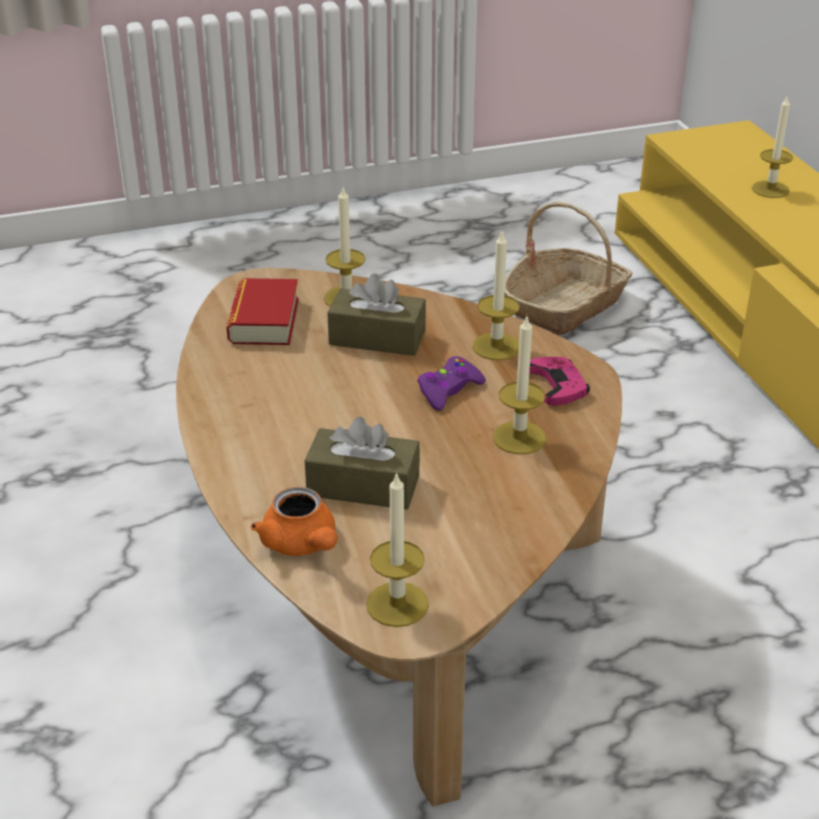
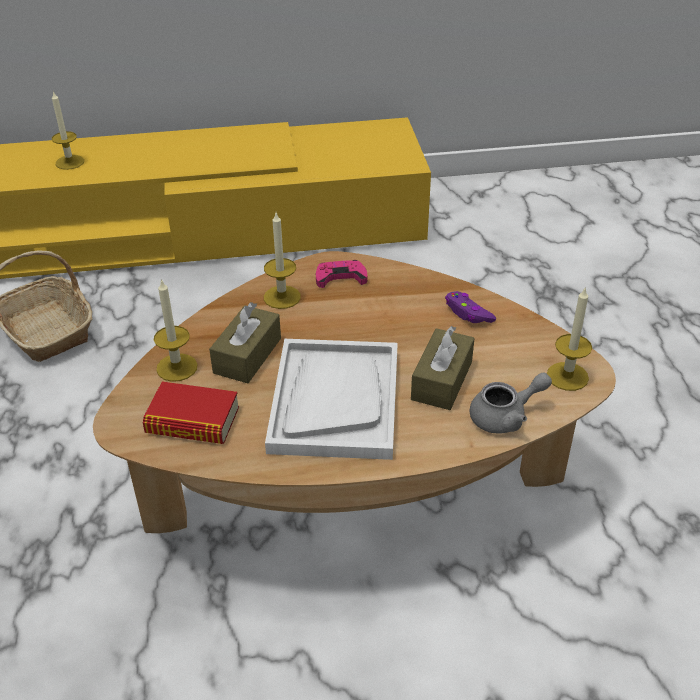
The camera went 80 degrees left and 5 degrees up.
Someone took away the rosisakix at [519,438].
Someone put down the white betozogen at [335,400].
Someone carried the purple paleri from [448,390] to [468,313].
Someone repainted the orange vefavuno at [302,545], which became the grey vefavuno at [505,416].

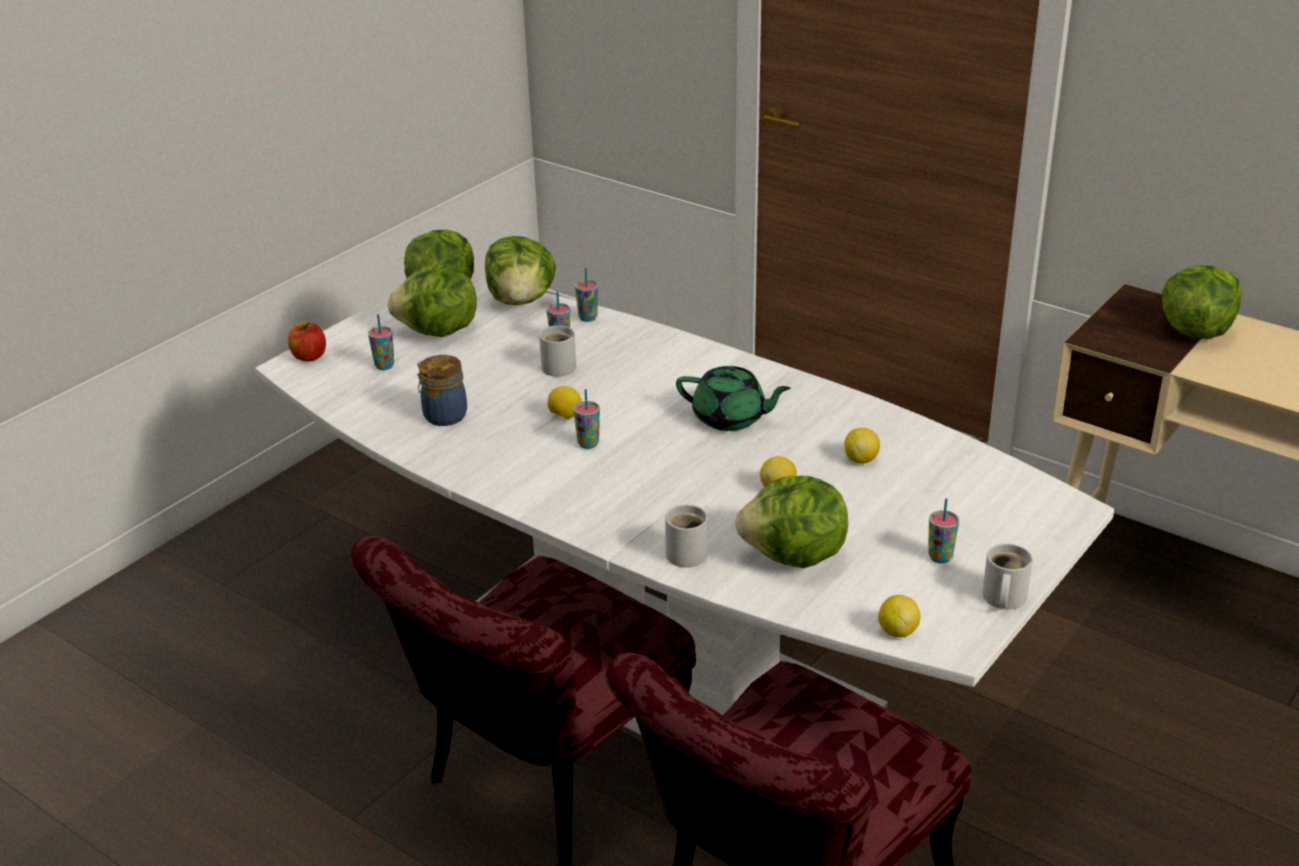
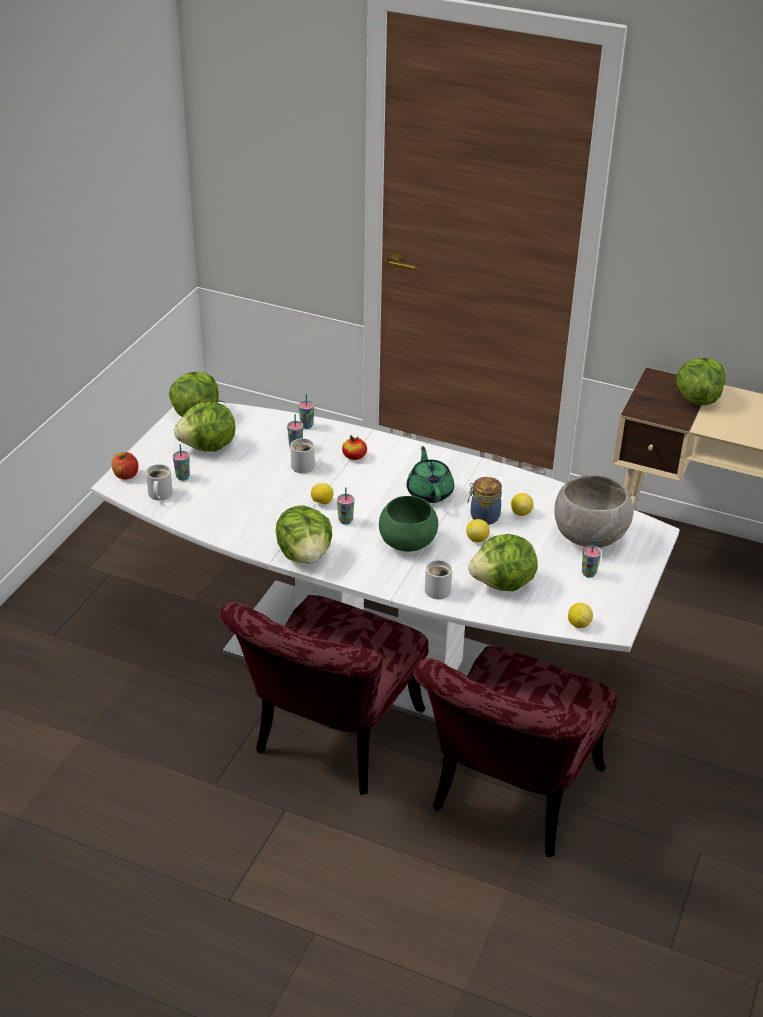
The camera went 15 degrees left and 5 degrees up.
Someone put down the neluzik at [354,456].
Someone put down the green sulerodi at [406,542].
Someone put down the grey sulerodi at [590,537].
Someone carried the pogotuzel from [443,415] to [483,516].
Someone carried the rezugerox from [521,300] to [305,555].
Someone carried the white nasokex from [1002,598] to [159,494].
Someone rotated the green vefavuno at [730,418] by 105 degrees counterclockwise.

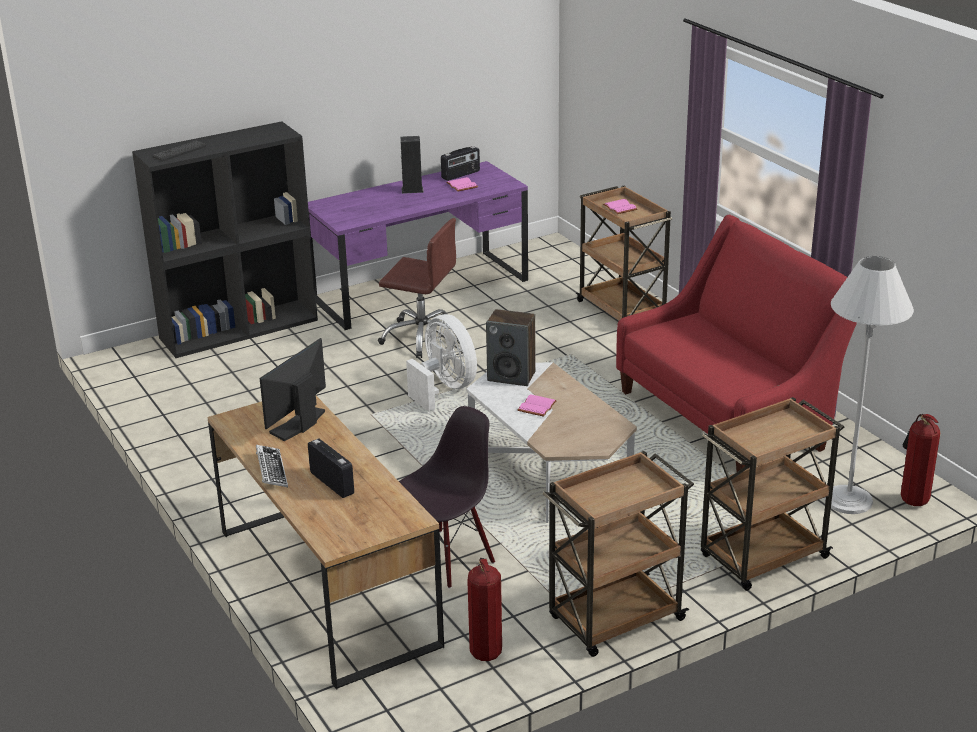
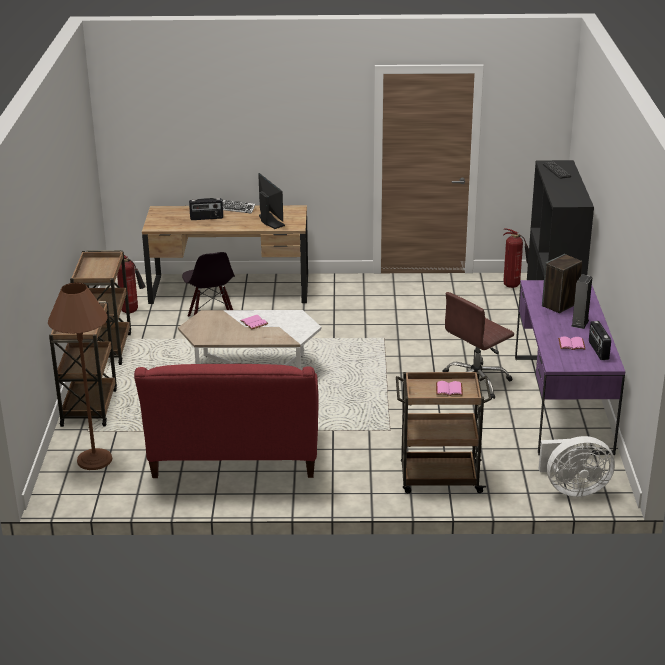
The camera went 120 degrees right and 0 degrees up.
Someone carried the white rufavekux from [444,389] to [573,489].
Someone carried the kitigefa from [512,376] to [560,305].
Someone carried the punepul from [912,500] to [513,286].
Someone repainted the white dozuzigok at [848,500], which became the brown dozuzigok at [94,460].

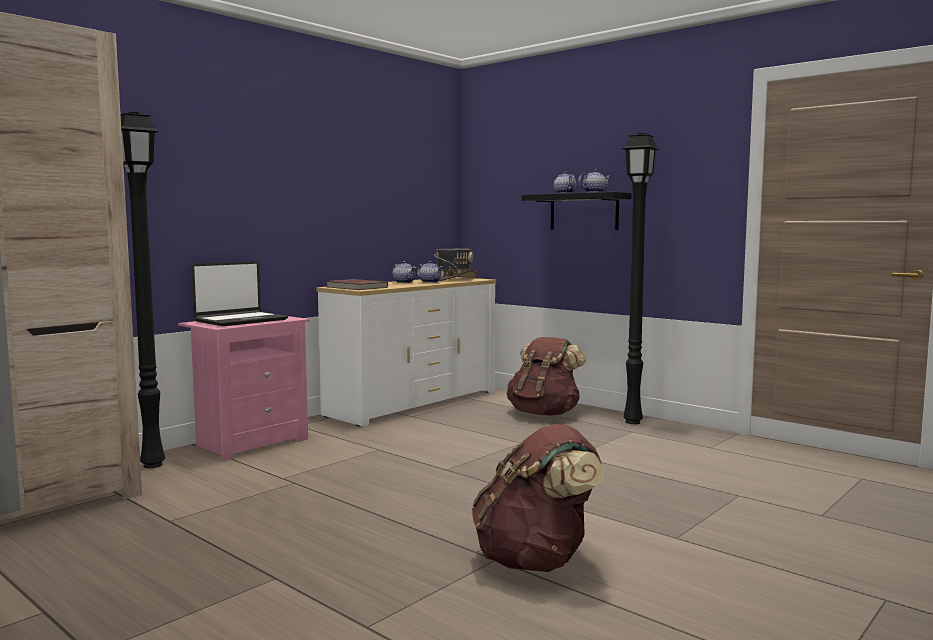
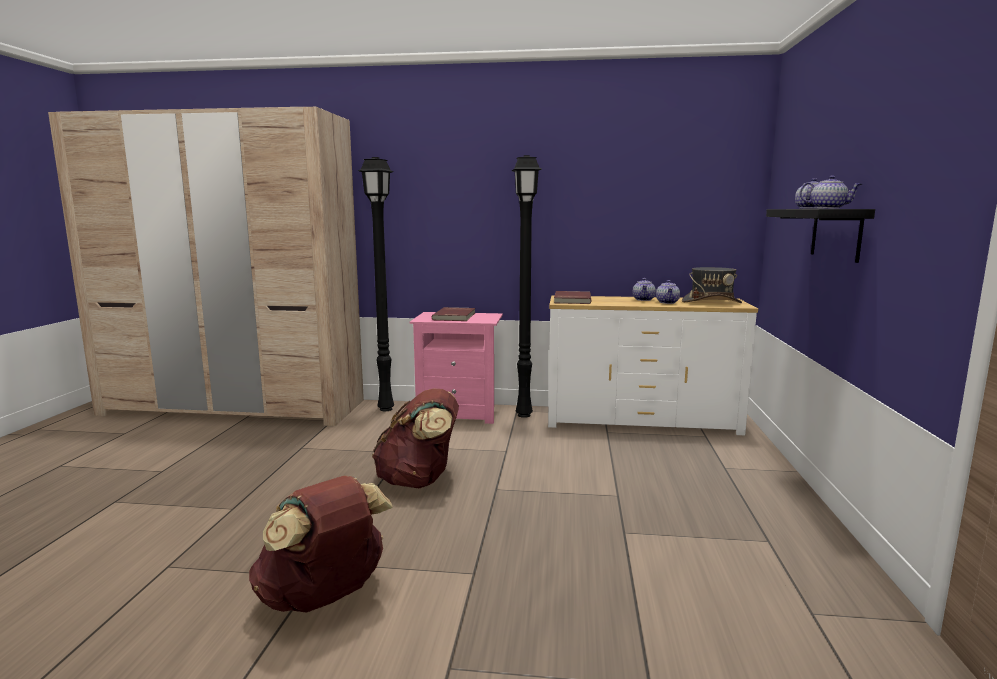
The camera went 55 degrees right and 5 degrees up.
Someone carried the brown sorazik from [544,414] to [419,480].
Someone carried the black dozuzigok from [633,422] to [523,415].
Someone swapped the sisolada at [240,320] for the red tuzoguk at [455,316].

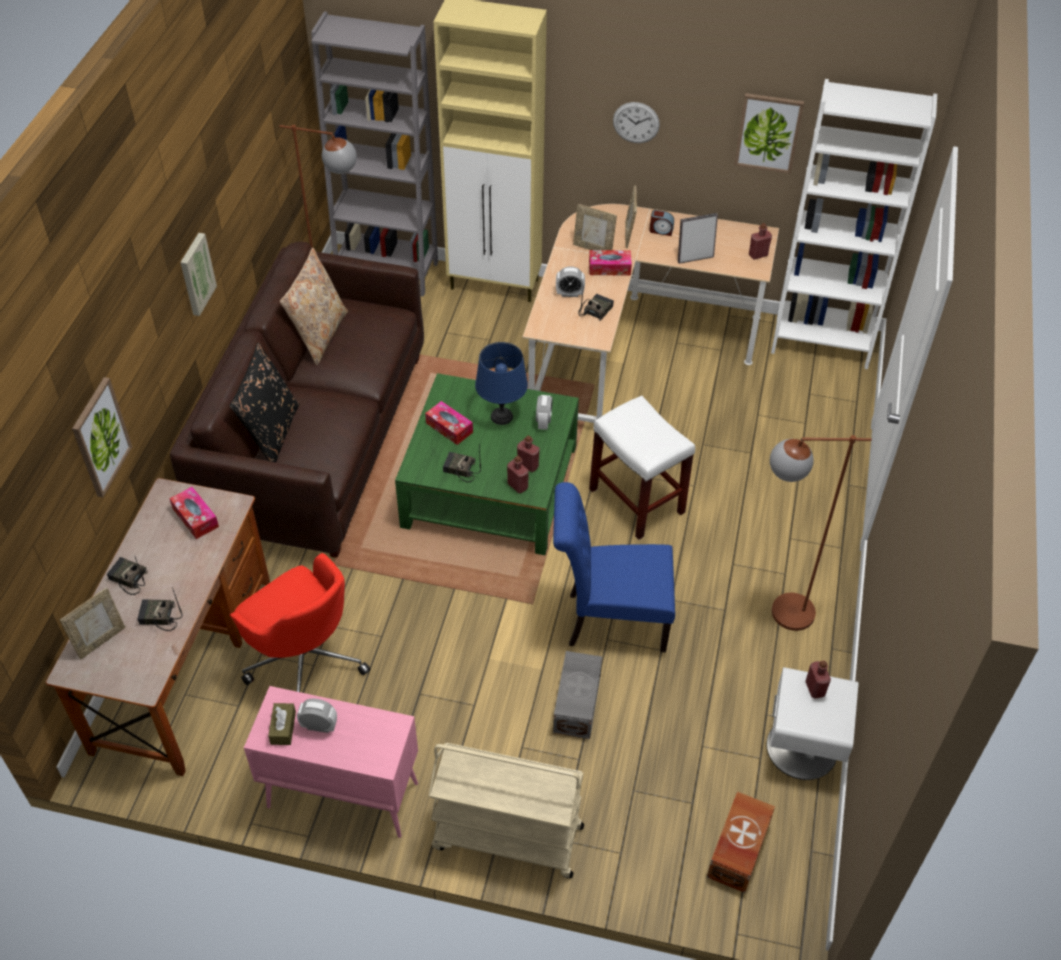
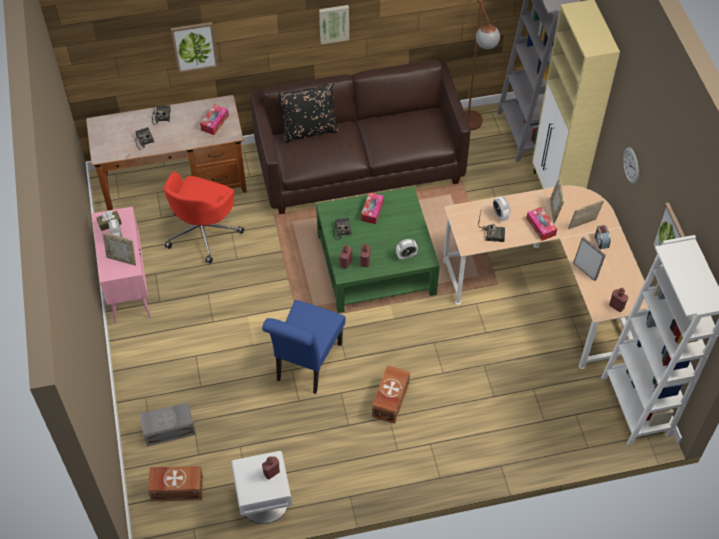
The camera went 65 degrees right and 5 degrees up.
Someone took away the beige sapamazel at [319,334].
Someone took away the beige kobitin at [506,838].
Someone took away the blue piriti at [502,416].
Someone took away the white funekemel at [635,500].
Someone took away the brown dozuzigok at [777,613].
Someone put down the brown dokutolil at [389,400].
Someone carried the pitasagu from [100,640] to [122,259].
Someone carried the grey dokutolil from [578,703] to [170,430].
Someone rotated the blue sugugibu at [609,620] by 135 degrees counterclockwise.

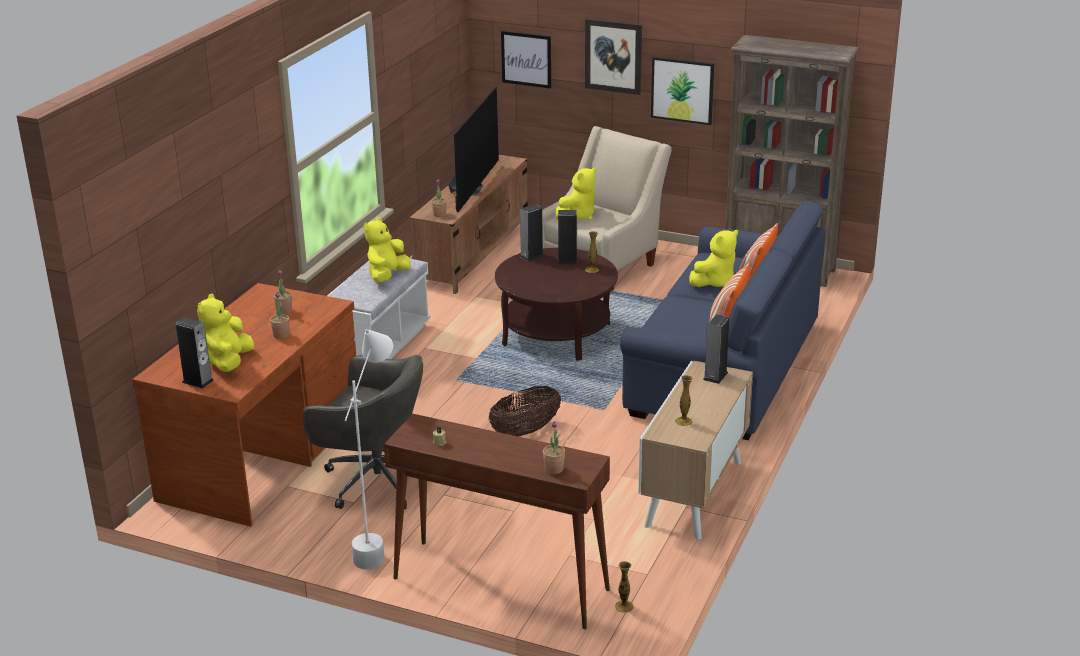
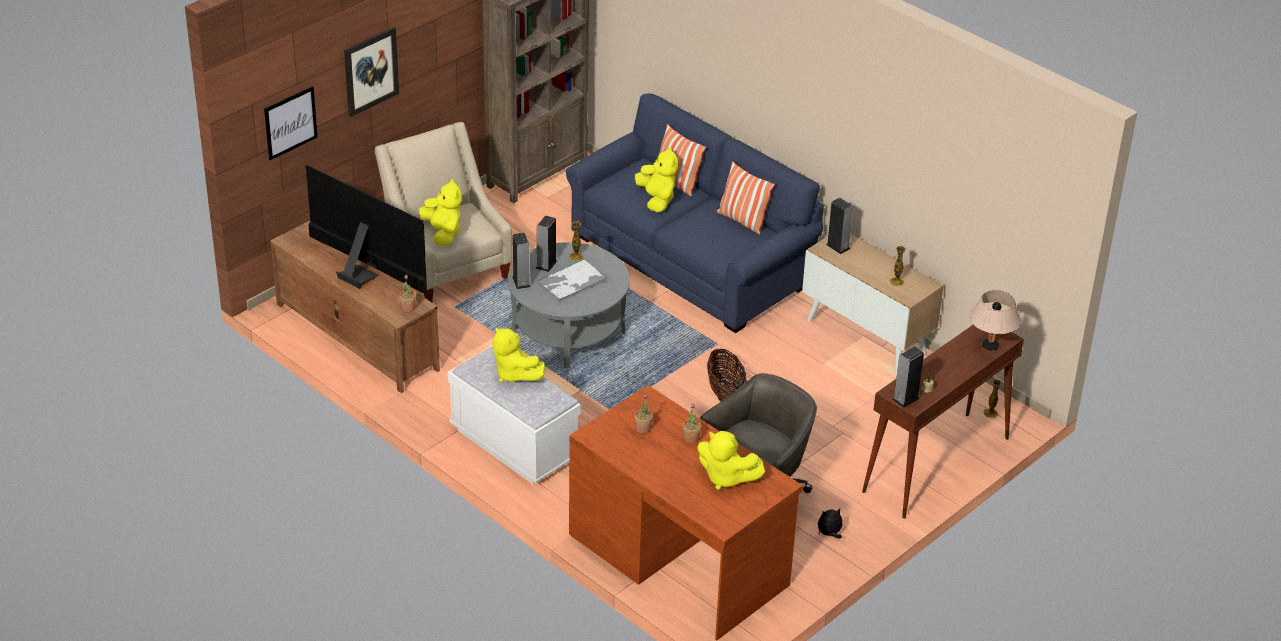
The camera went 70 degrees left and 10 degrees up.
Someone took away the white dozuzigok at [379,544].
Someone took away the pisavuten at [682,90].
Someone put down the betozogen at [571,281].
Someone put down the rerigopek at [829,534].
Someone carried the kitigefa from [198,381] to [905,399].
Someone swapped the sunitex at [554,469] for the beige piriti at [990,345].
Someone repainted the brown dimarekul at [556,334], which became the grey dimarekul at [568,332].

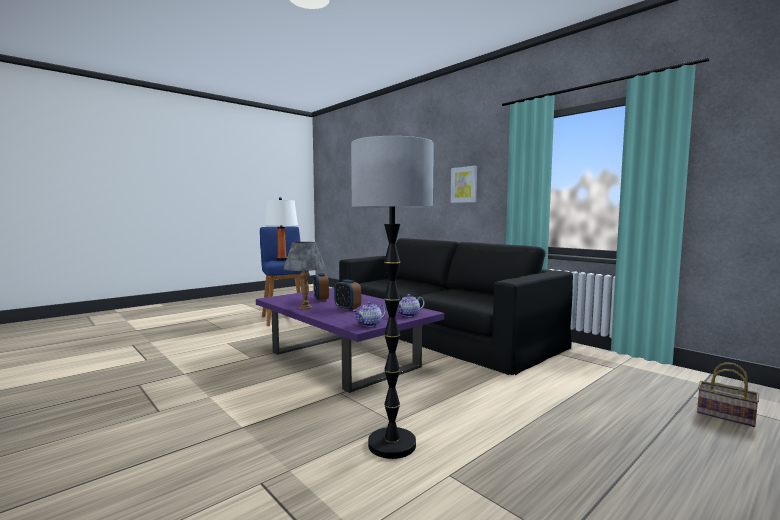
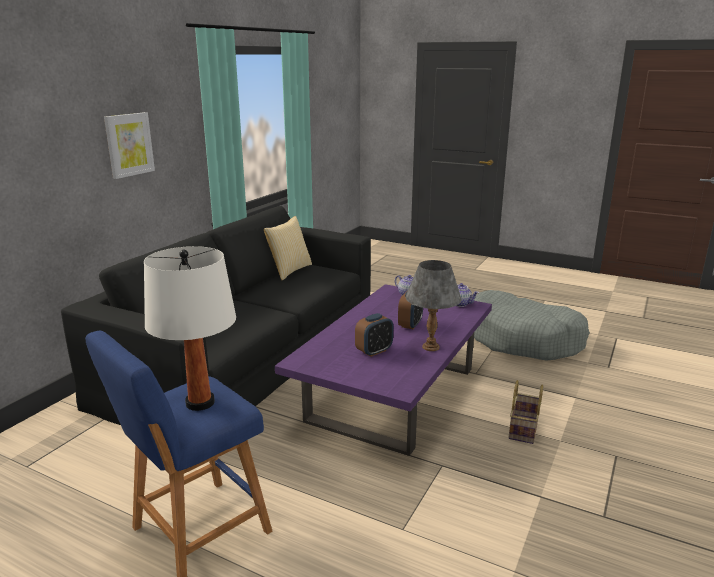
The camera went 110 degrees left and 15 degrees up.
Someone put down the sapamazel at [289,271].
Someone carried the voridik from [724,415] to [524,430].
Someone swapped the dozuzigok at [392,444] for the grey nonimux at [523,339].

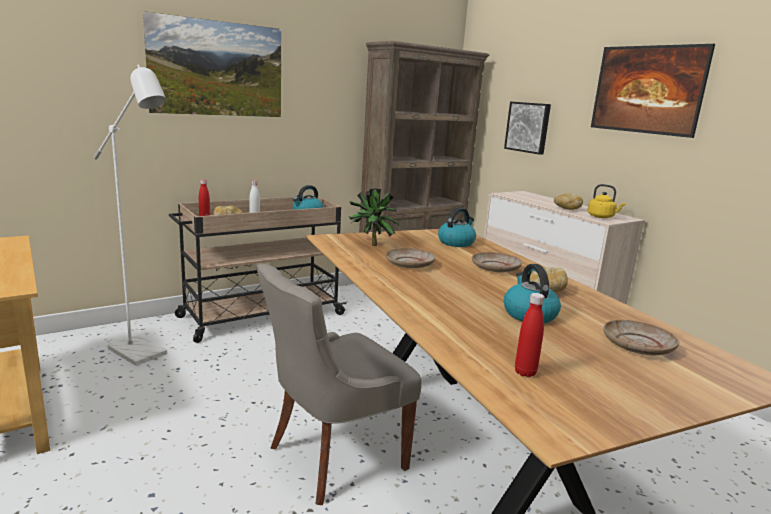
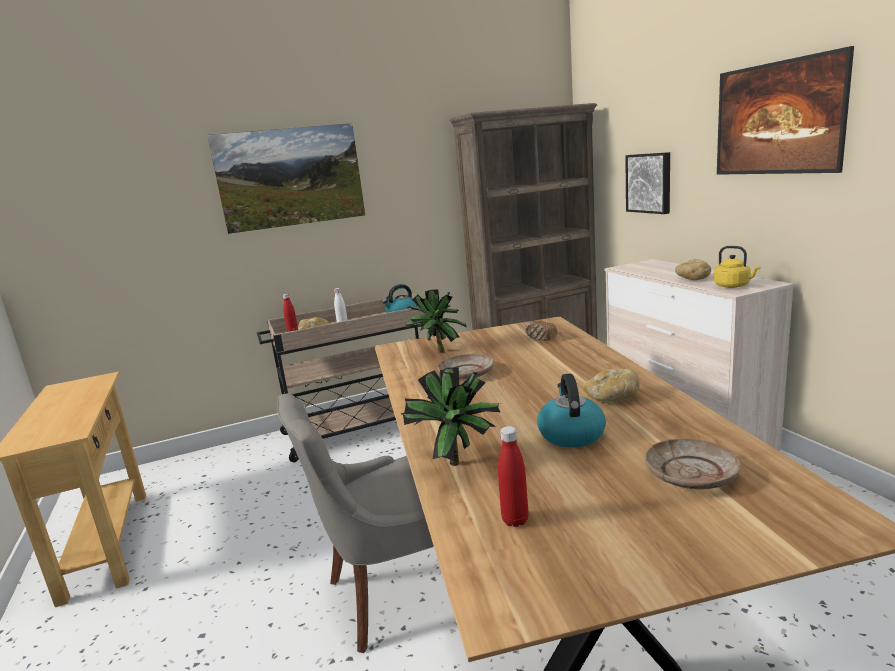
The camera went 15 degrees right and 0 degrees up.
Someone took away the white dozuzigok at [143,354].
Someone took away the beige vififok at [495,268].
Someone put down the sunitex at [460,465].
Someone swapped the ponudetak at [456,242] for the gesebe at [540,338].

